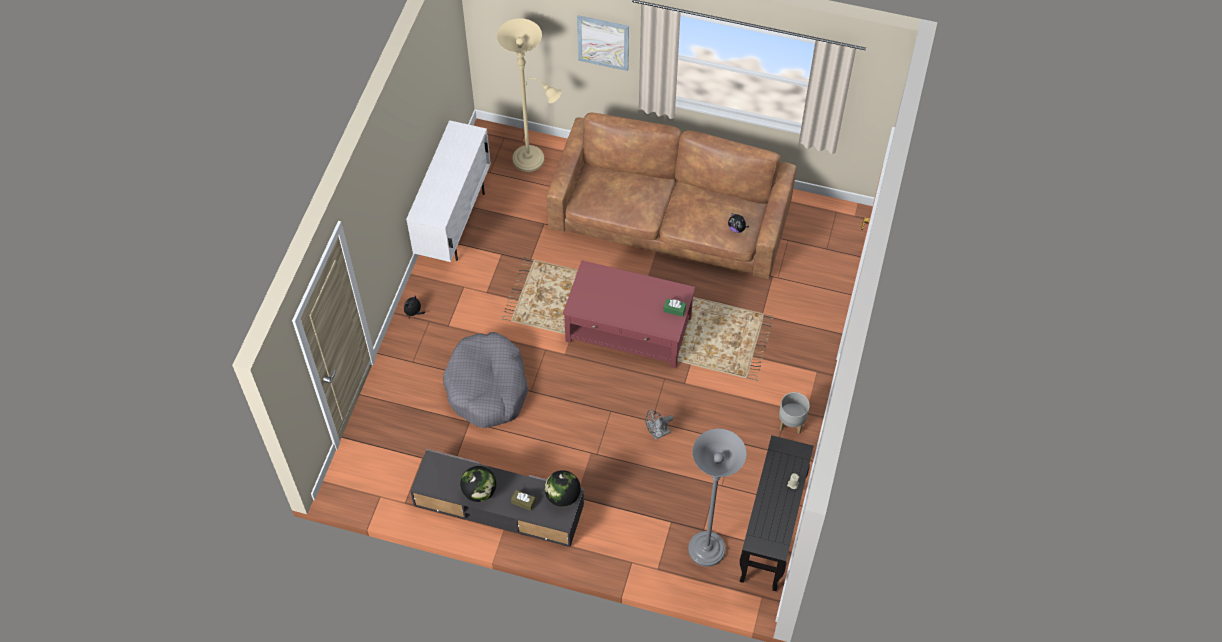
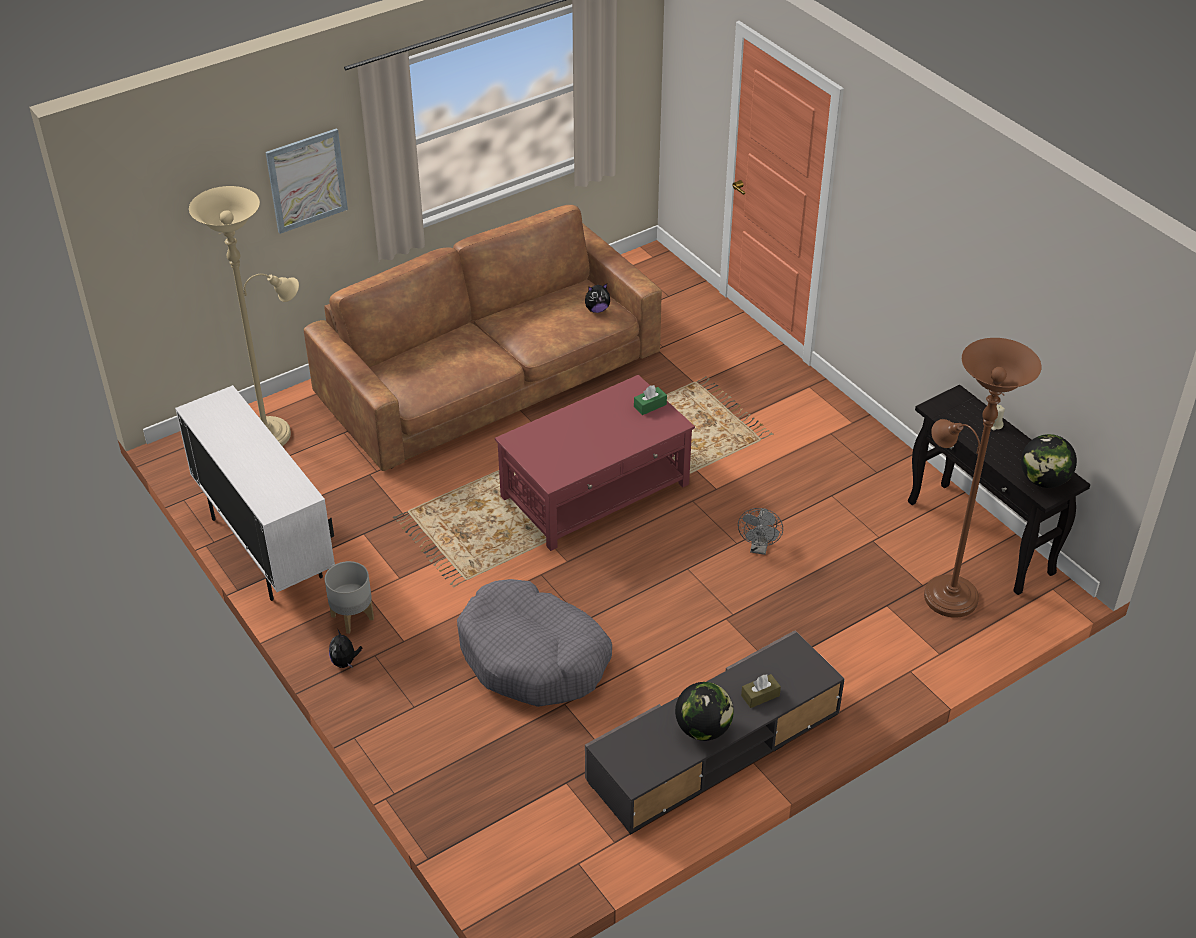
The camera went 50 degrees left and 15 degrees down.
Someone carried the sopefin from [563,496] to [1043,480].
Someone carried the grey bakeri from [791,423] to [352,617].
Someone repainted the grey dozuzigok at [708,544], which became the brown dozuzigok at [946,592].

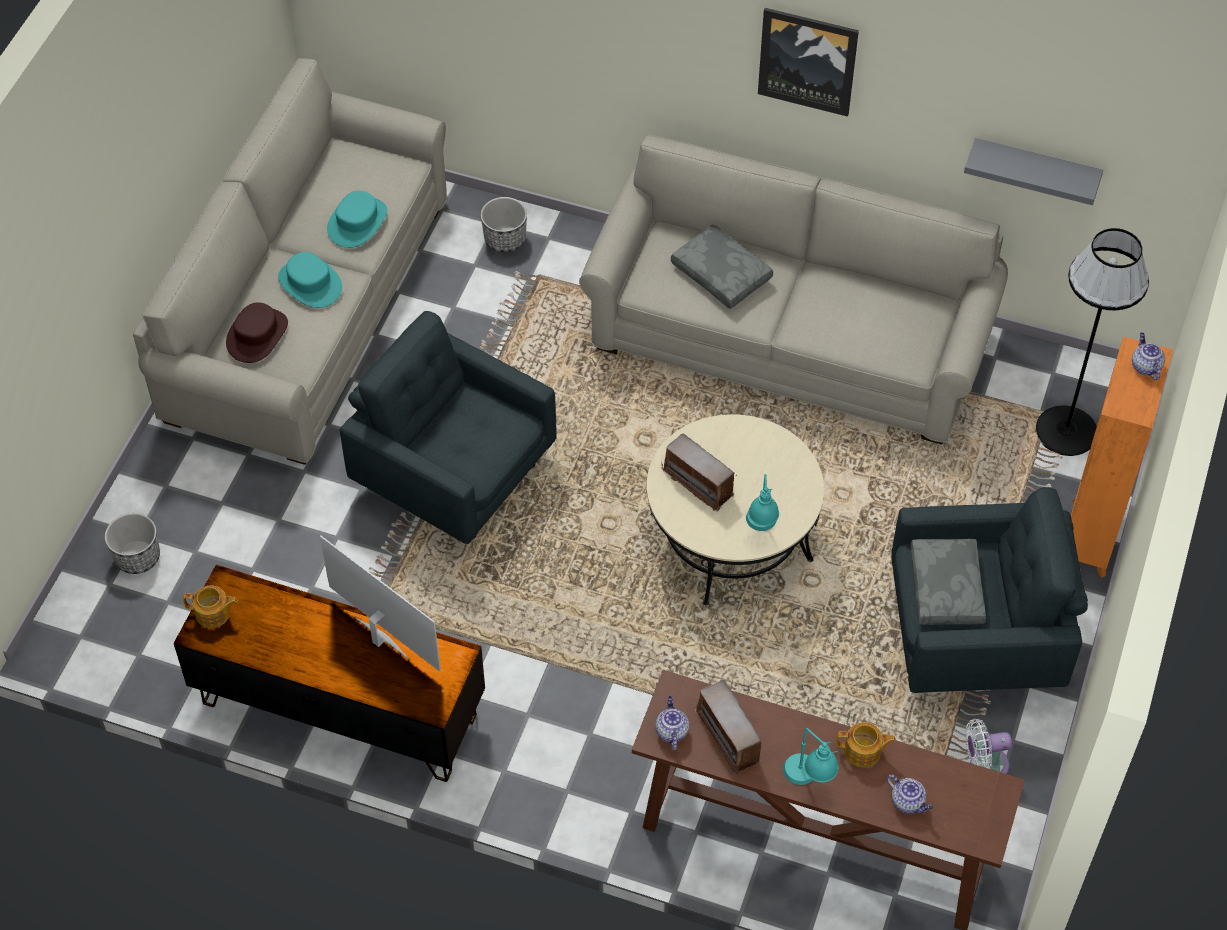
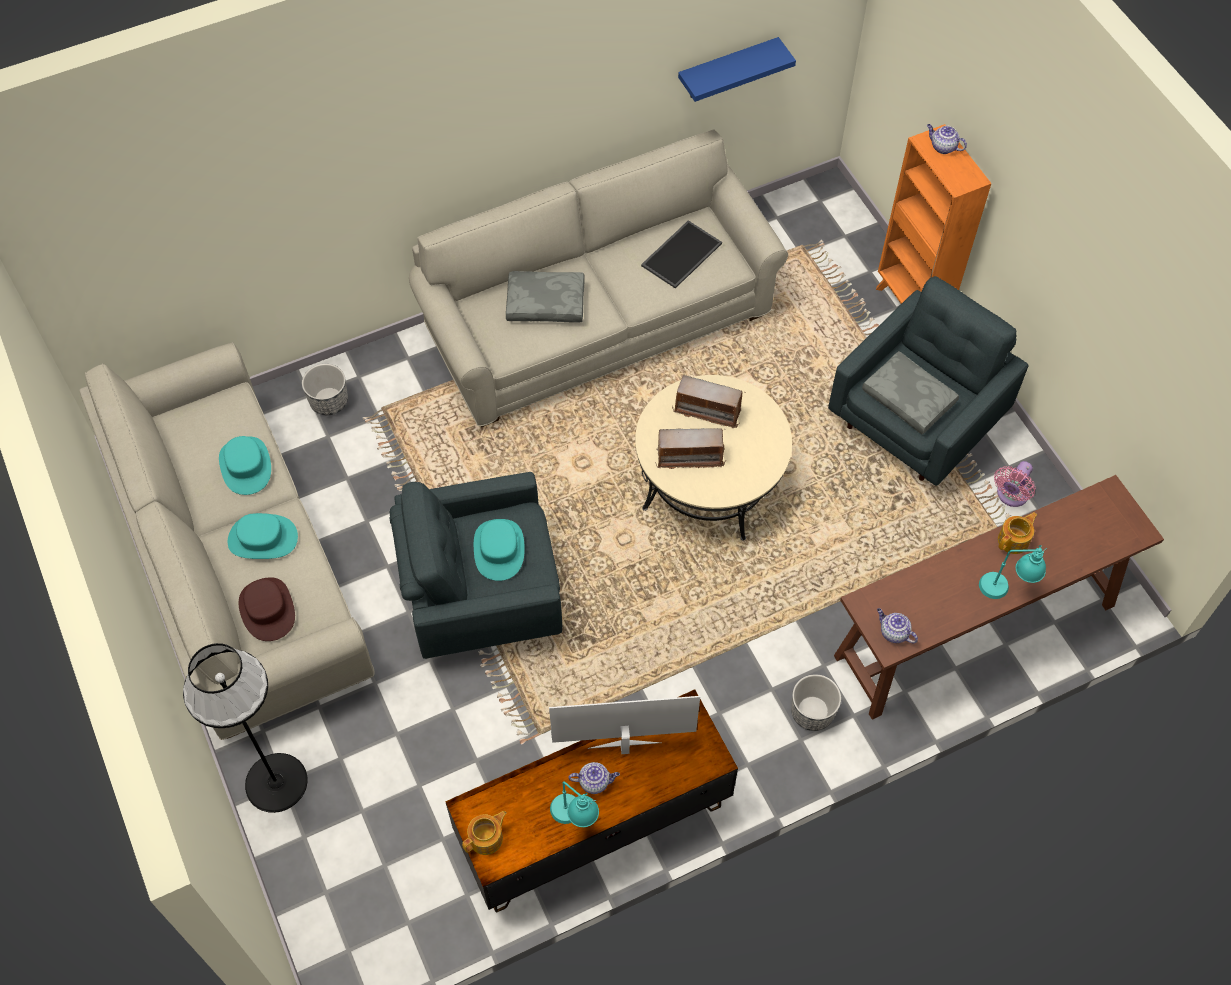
The camera went 45 degrees left and 5 degrees up.
Someone took away the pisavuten at [807,60].
Someone put down the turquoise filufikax at [499,550].
Someone put down the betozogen at [681,253].
Someone carried the bakeri from [137,557] to [812,712].
Someone carried the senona from [728,737] to [708,410].
Someone carried the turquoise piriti from [761,529] to [575,818].
Someone carried the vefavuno from [908,802] to [595,781].
Someone carried the black dozuzigok from [1066,430] to [275,782].
Someone repainted the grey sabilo at [1035,169], which became the blue sabilo at [727,69].
Someone repainted the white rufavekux at [984,765], which became the pink rufavekux at [1011,495].

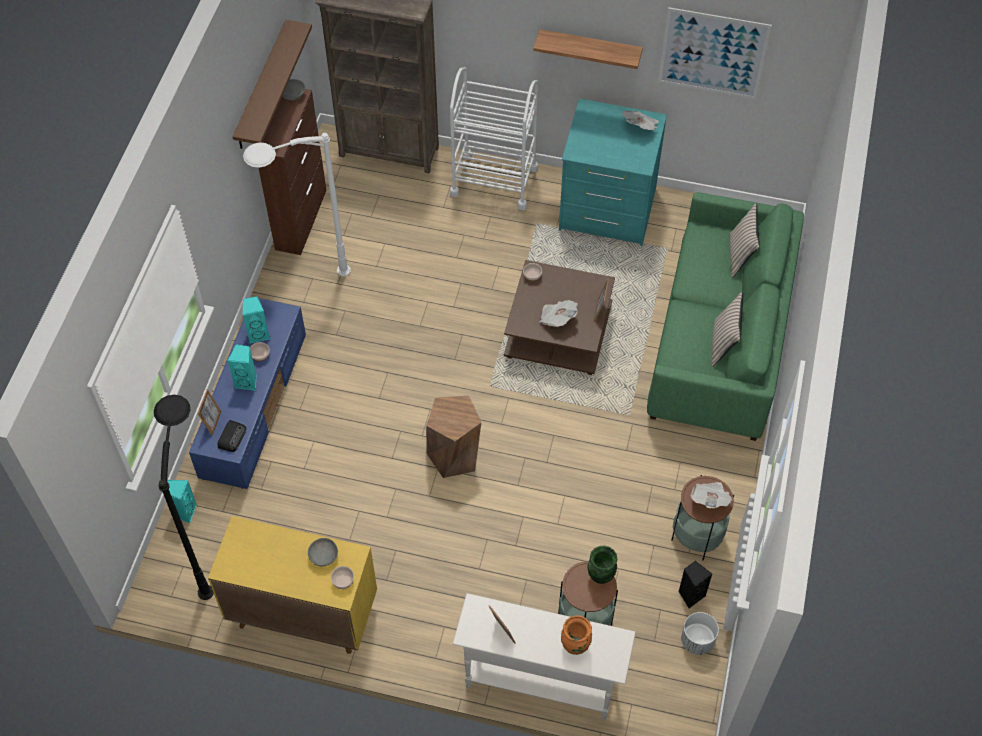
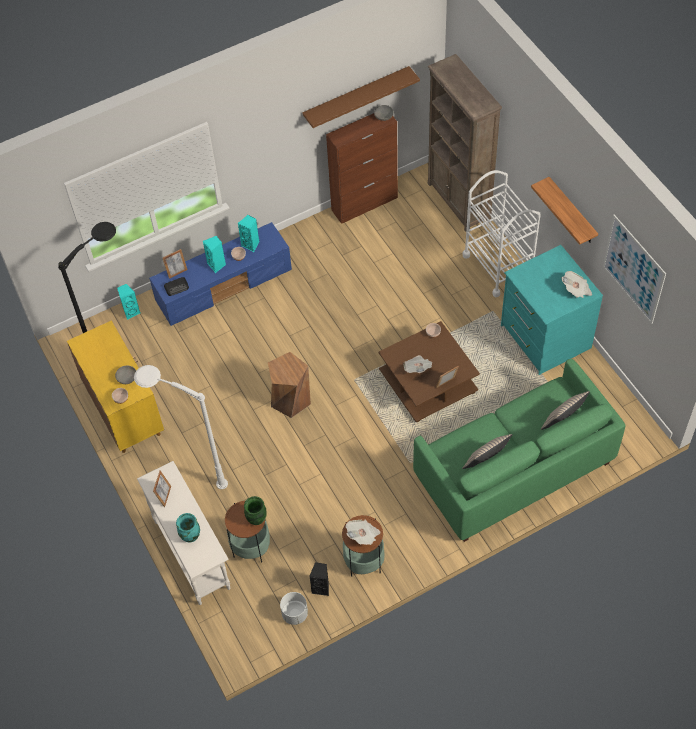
The camera went 50 degrees right and 0 degrees up.
Someone carried the white dozuzigok from [303,286] to [188,473].
Someone repainted the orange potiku at [575,645], which became the turquoise potiku at [191,536].

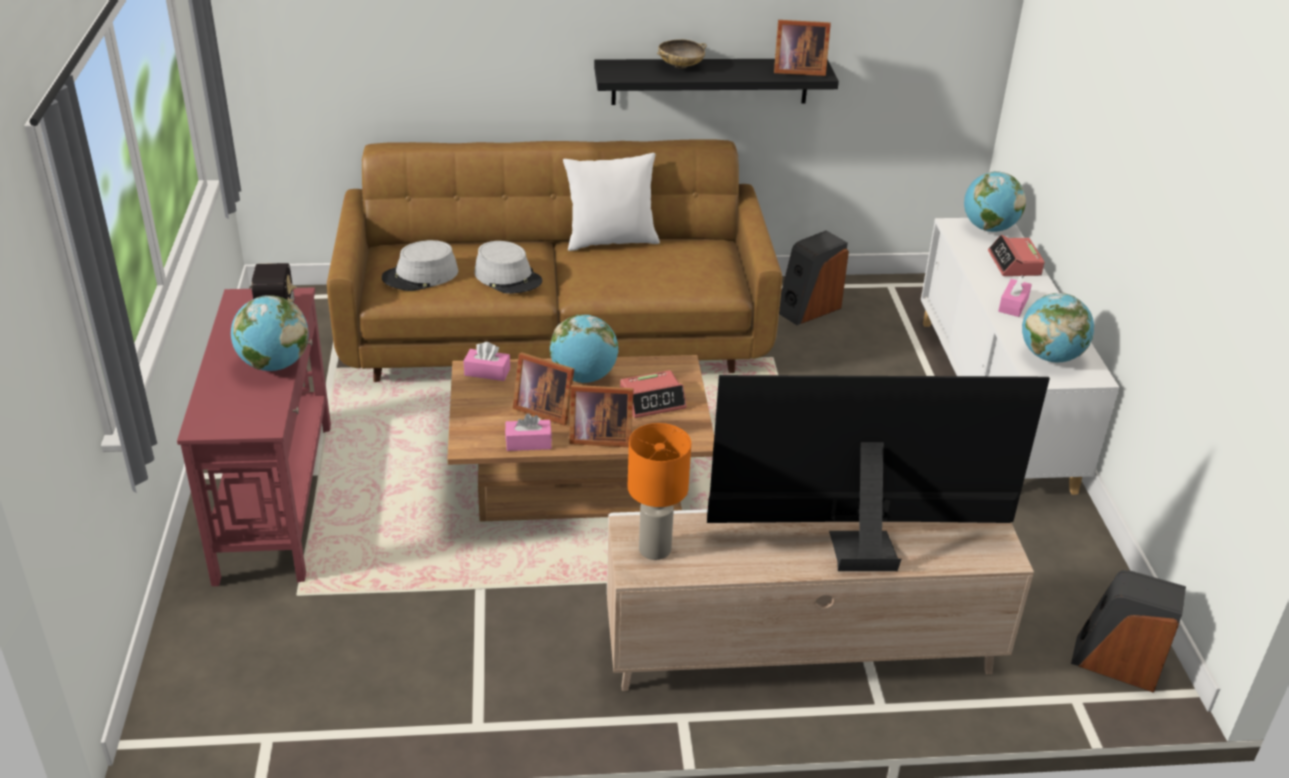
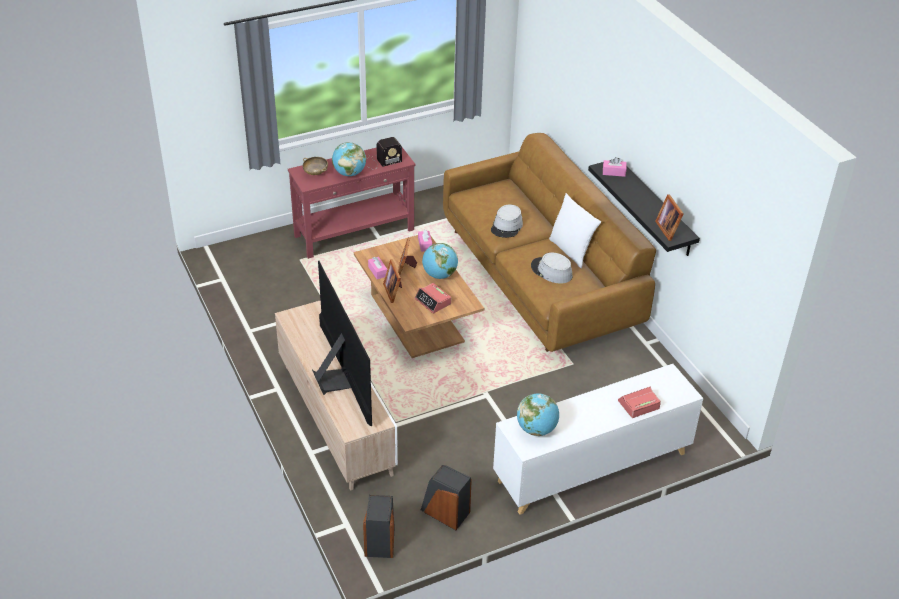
The camera went 70 degrees right and 5 degrees up.
Someone took away the orange piriti at [654,549].
Someone took away the sopefin at [988,228].
Someone carried the grey filufikax from [420,276] to [551,271].
Someone carried the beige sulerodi from [681,66] to [315,172].
Someone carried the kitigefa from [808,309] to [445,512].
Someone carried the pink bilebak from [1013,305] to [614,172].

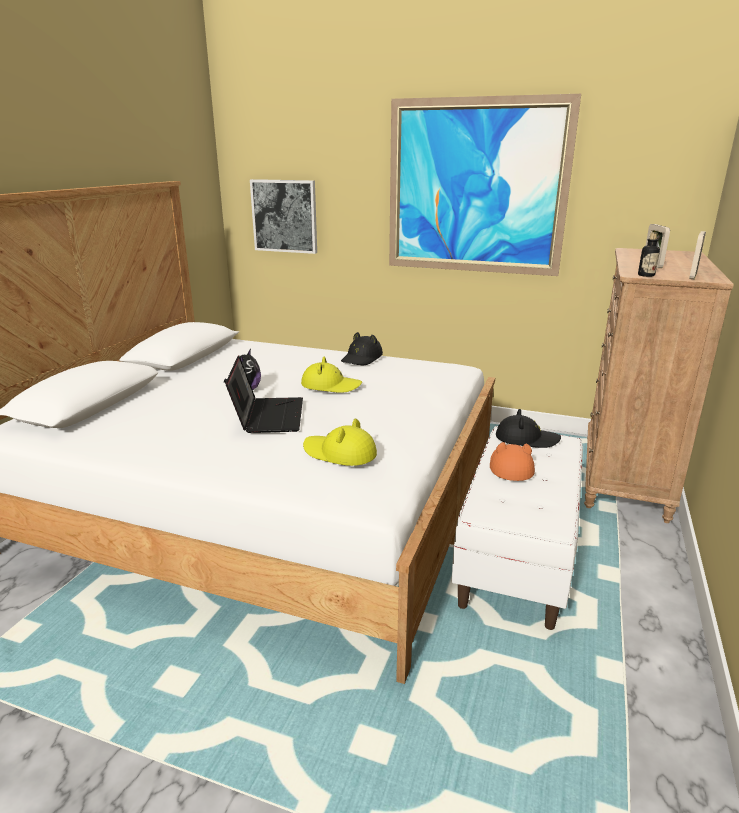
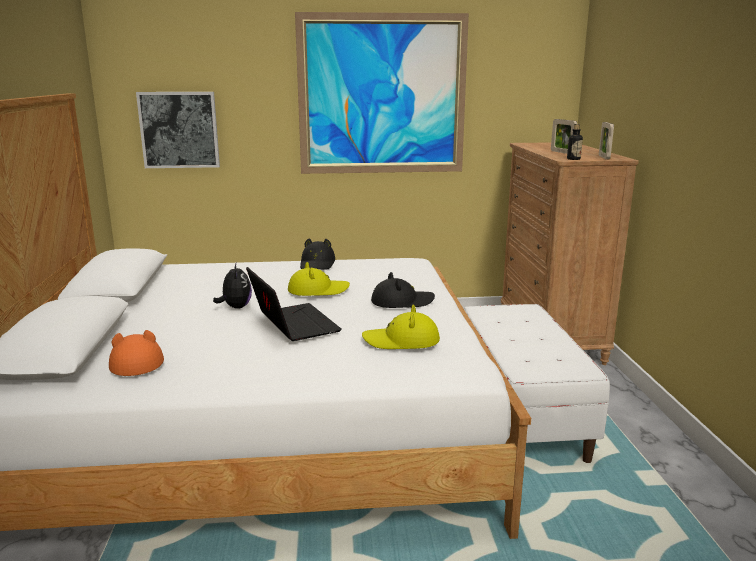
The camera went 25 degrees left and 5 degrees down.
Someone carried the orange filufikax from [510,466] to [137,361].
Someone carried the black filufikax from [526,439] to [402,302].

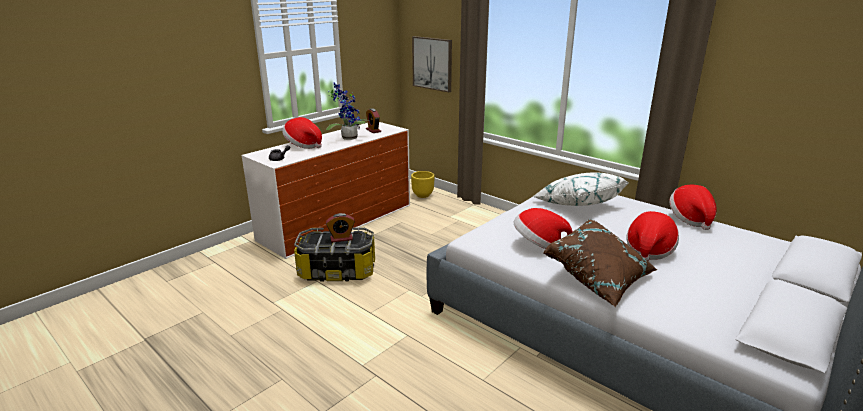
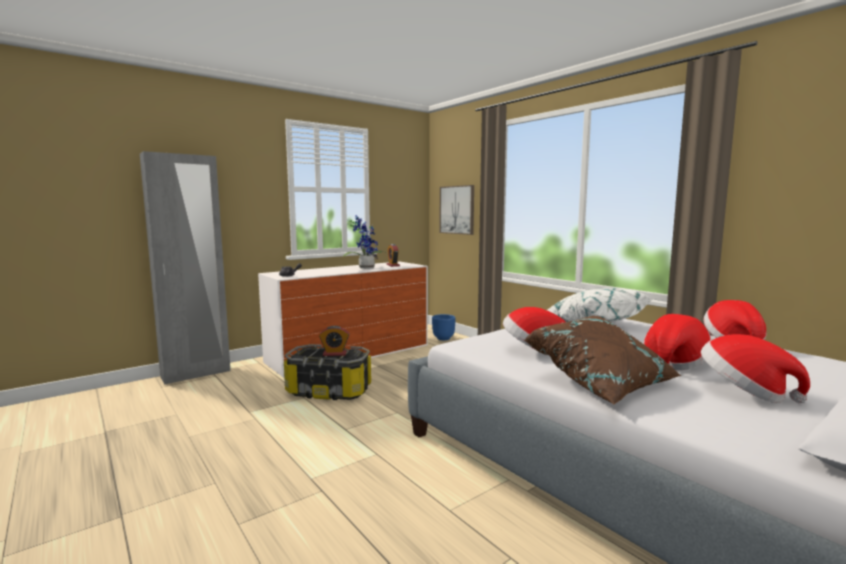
The camera went 10 degrees right and 15 degrees down.
Someone put down the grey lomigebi at [196,374].
Someone carried the filufikax from [303,145] to [744,392].
Someone repainted the yellow bakeri at [423,195], which became the blue bakeri at [443,338].

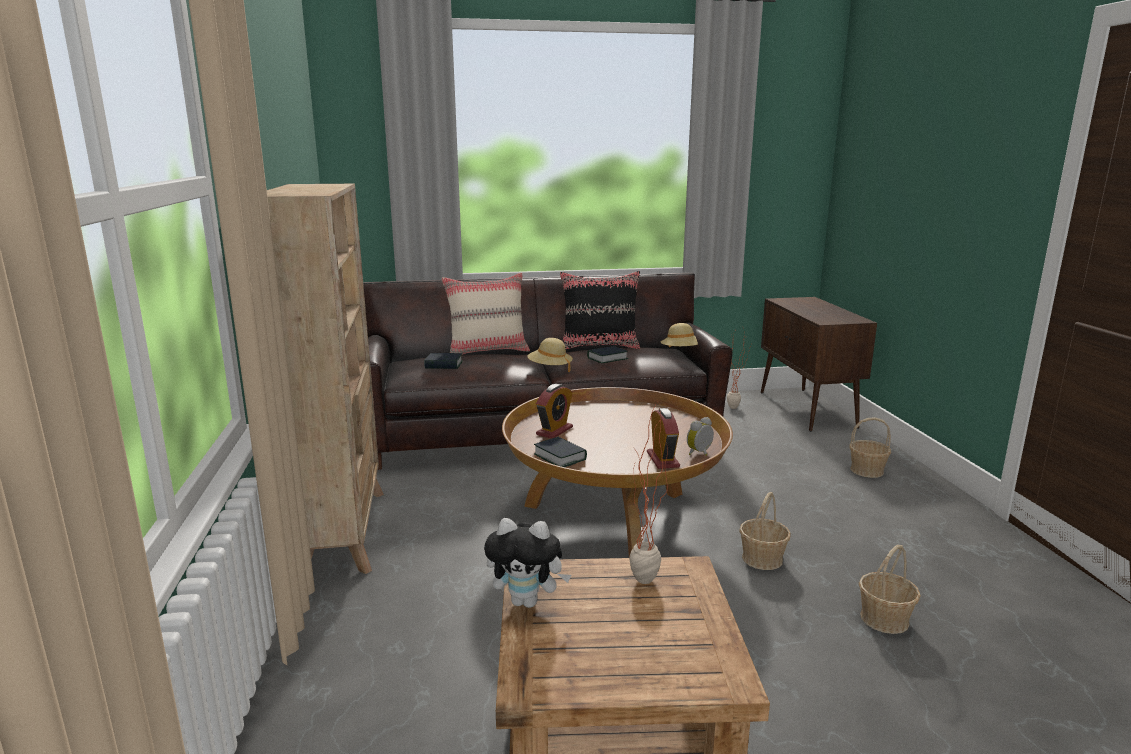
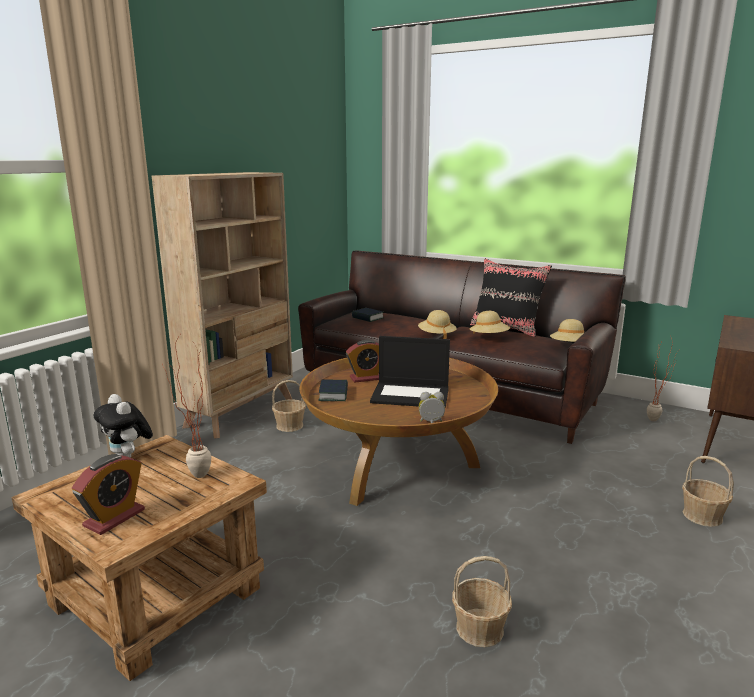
The camera went 40 degrees right and 0 degrees up.
Someone took away the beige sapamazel at [488,351].
Someone put down the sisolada at [411,395].
Someone carried the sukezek from [662,460] to [114,518].
Someone carried the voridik from [762,559] to [290,426].
Someone swapped the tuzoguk at [607,358] for the beige filufikax at [489,338].

